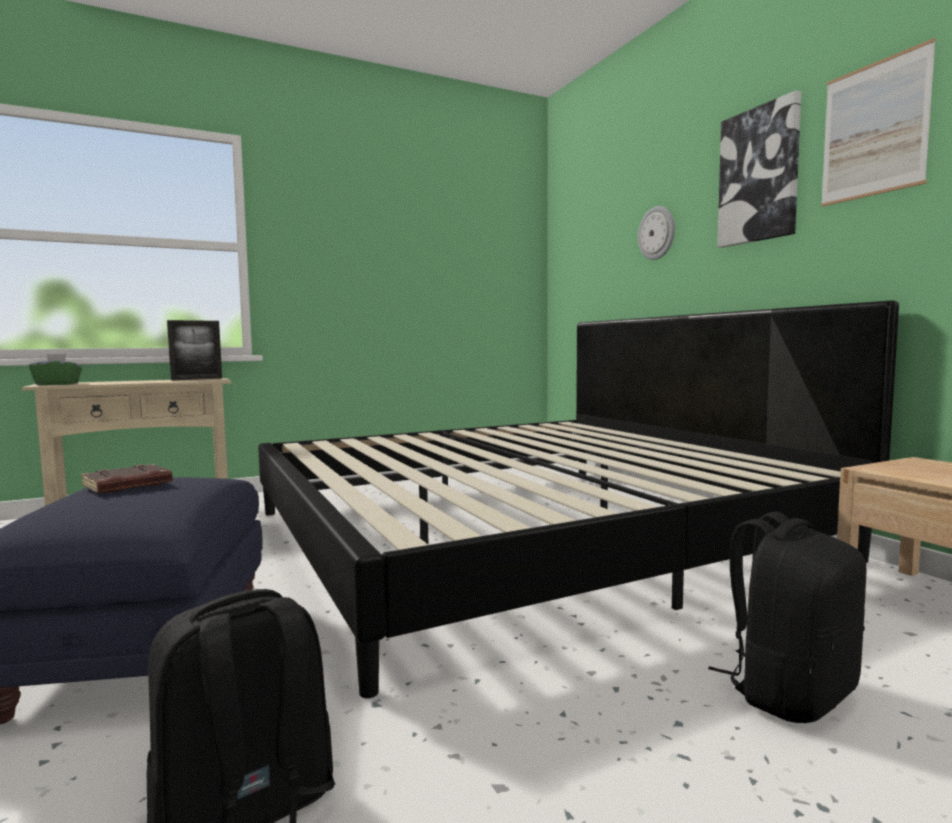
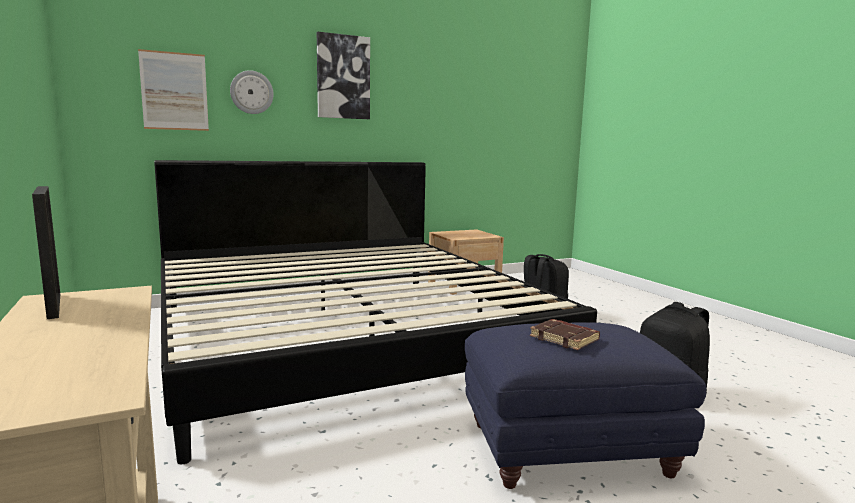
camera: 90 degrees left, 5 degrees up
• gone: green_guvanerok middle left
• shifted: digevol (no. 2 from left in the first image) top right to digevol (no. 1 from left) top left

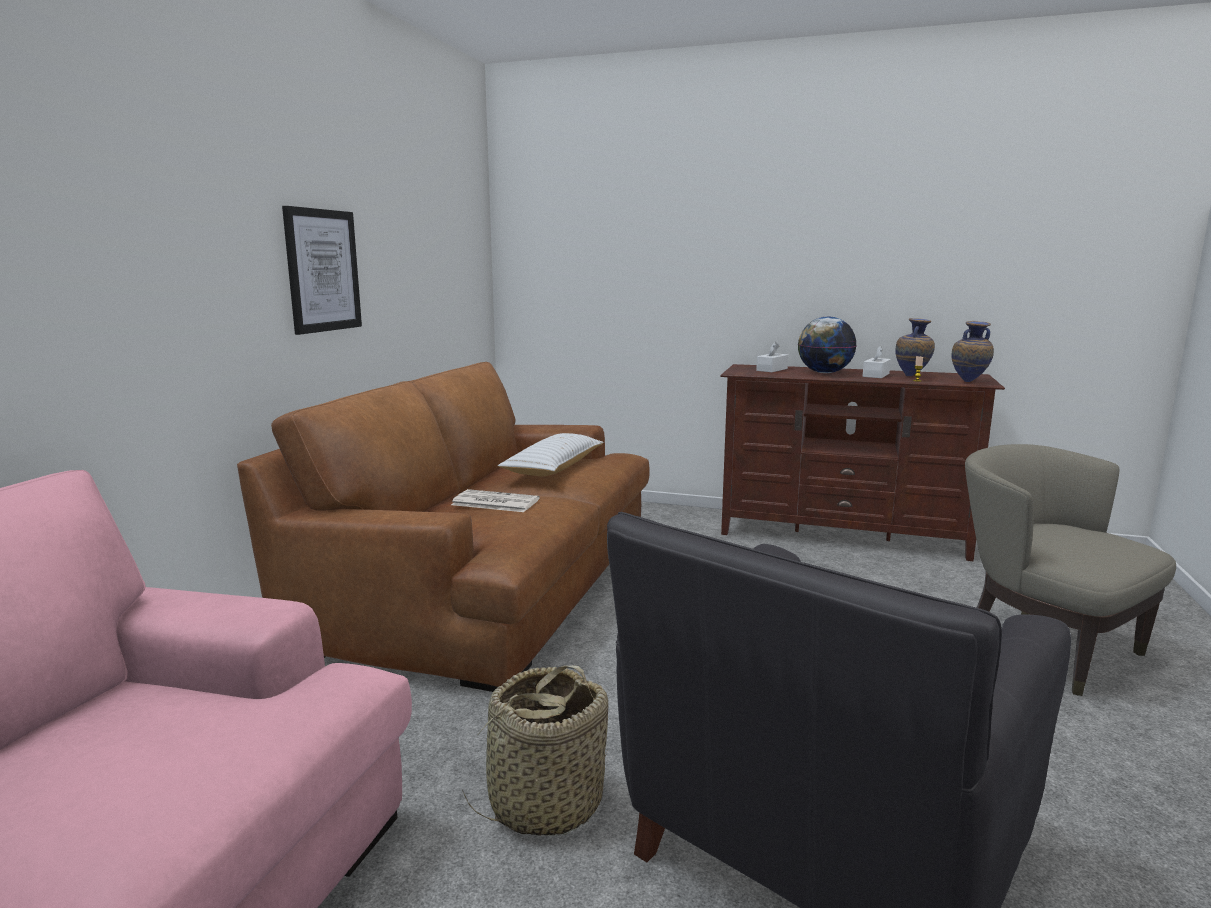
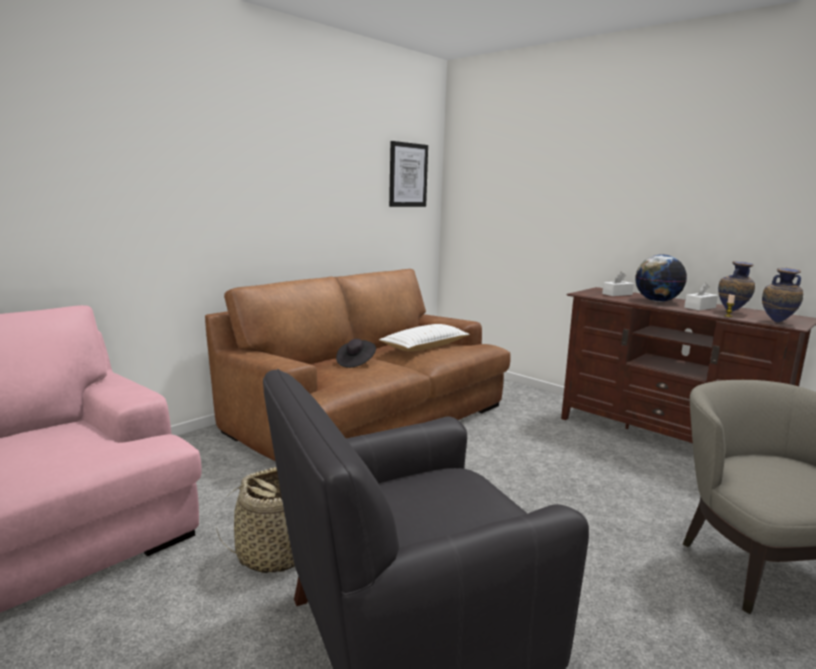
camera: 25 degrees right, 0 degrees up
• shifted: digevol top left to top centre
• swapped: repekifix centre to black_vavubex centre

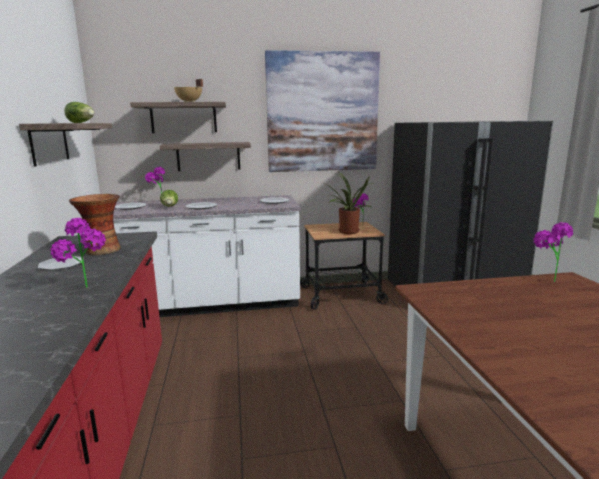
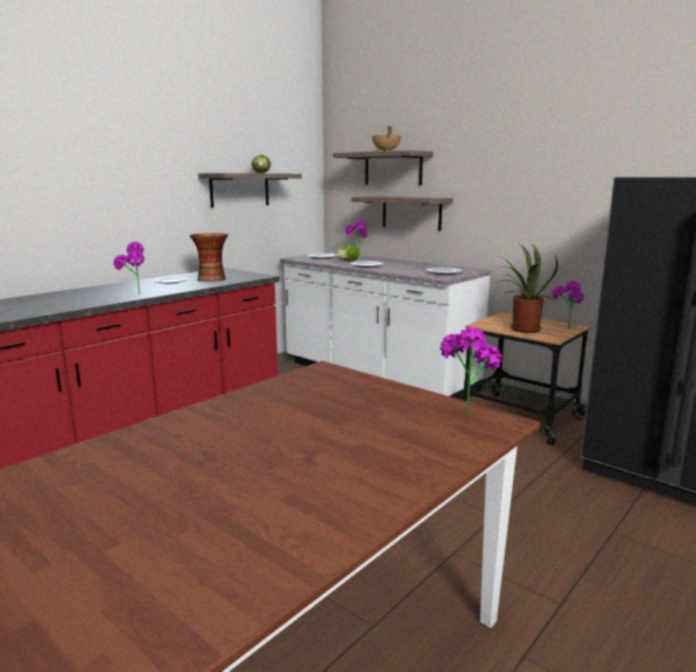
camera: 50 degrees right, 0 degrees up
• gone: digevol top centre

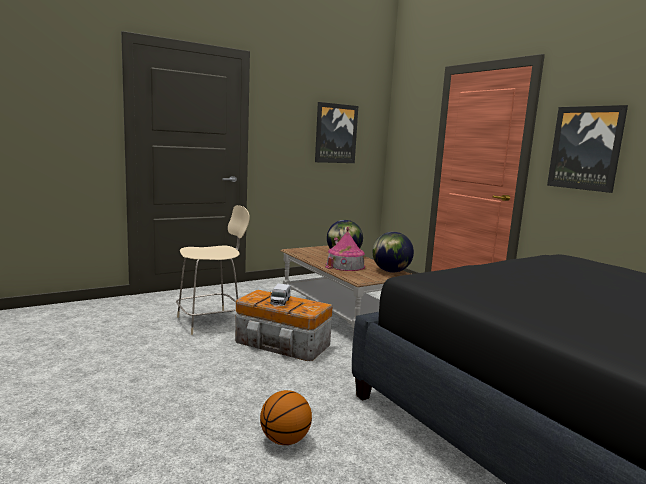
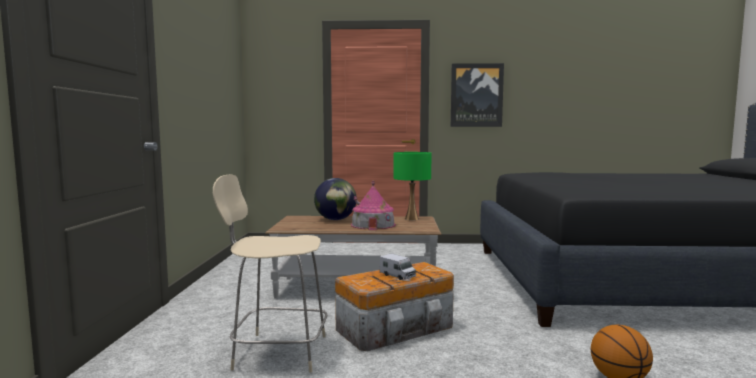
camera: 55 degrees left, 5 degrees down
• gone: digevol (no. 1 from left) top centre
• swapped: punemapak (no. 2 from left) centre to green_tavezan centre
• rotated: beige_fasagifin middle left = bottom centre 90 degrees counterclockwise

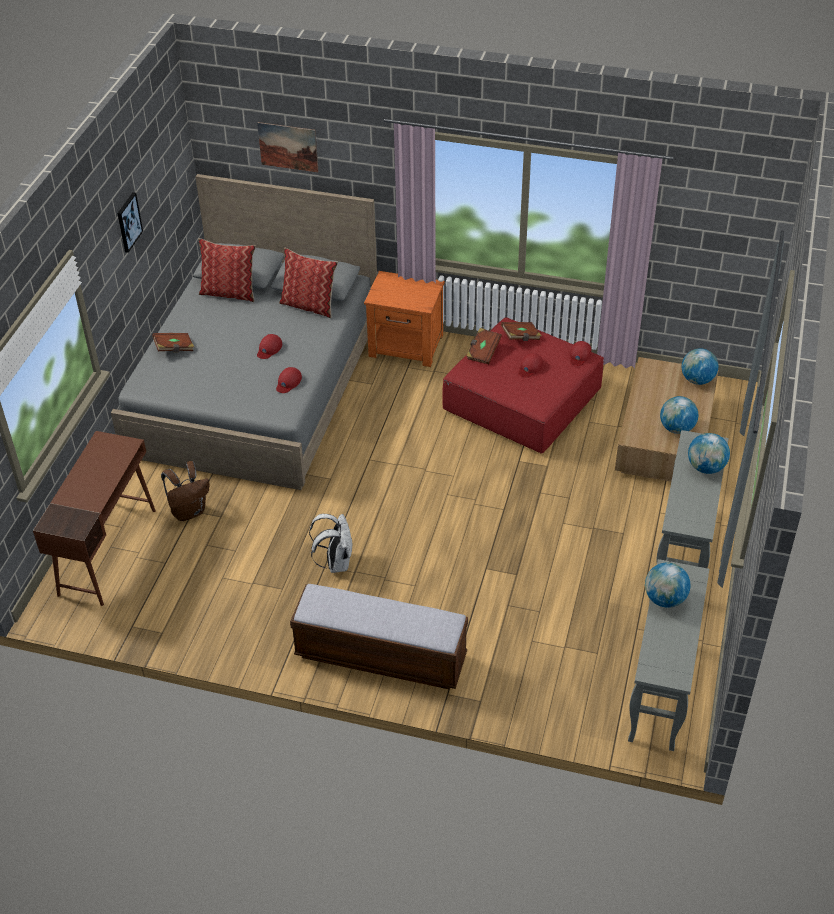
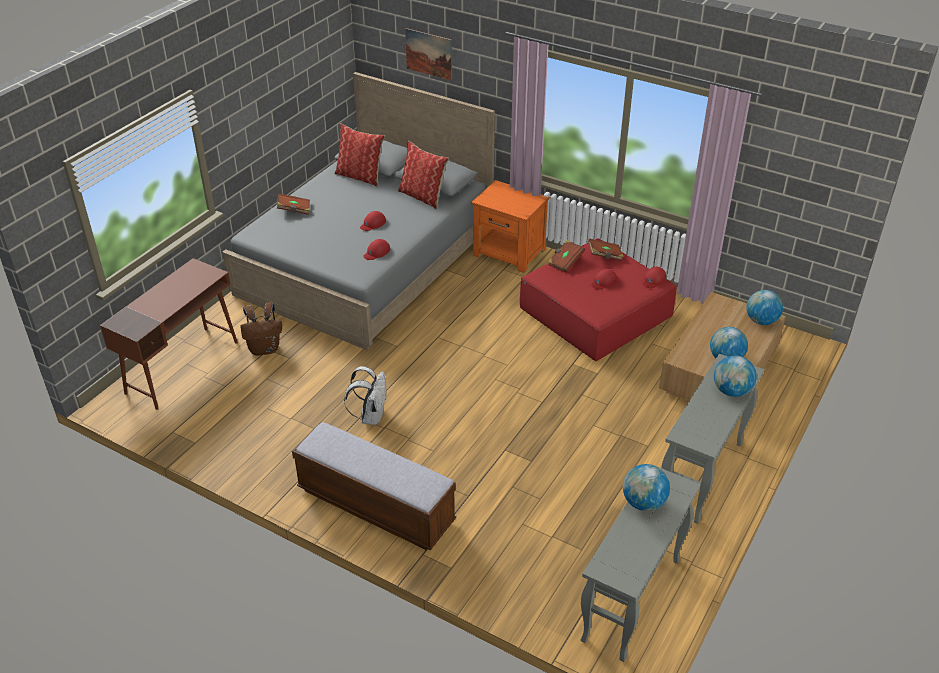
camera: 15 degrees right, 5 degrees down
• gone: digevol (no. 1 from left) top left

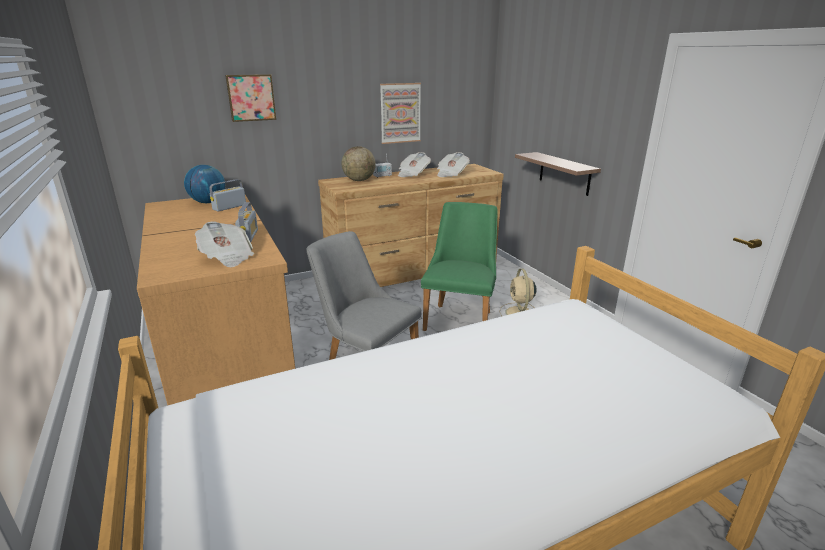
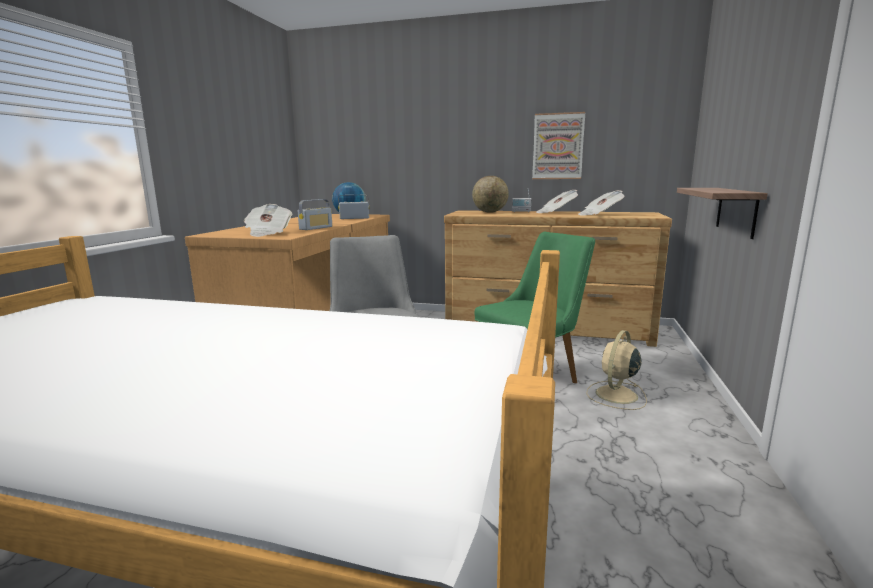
camera: 40 degrees right, 10 degrees down
• gone: digevol (no. 1 from left) top left

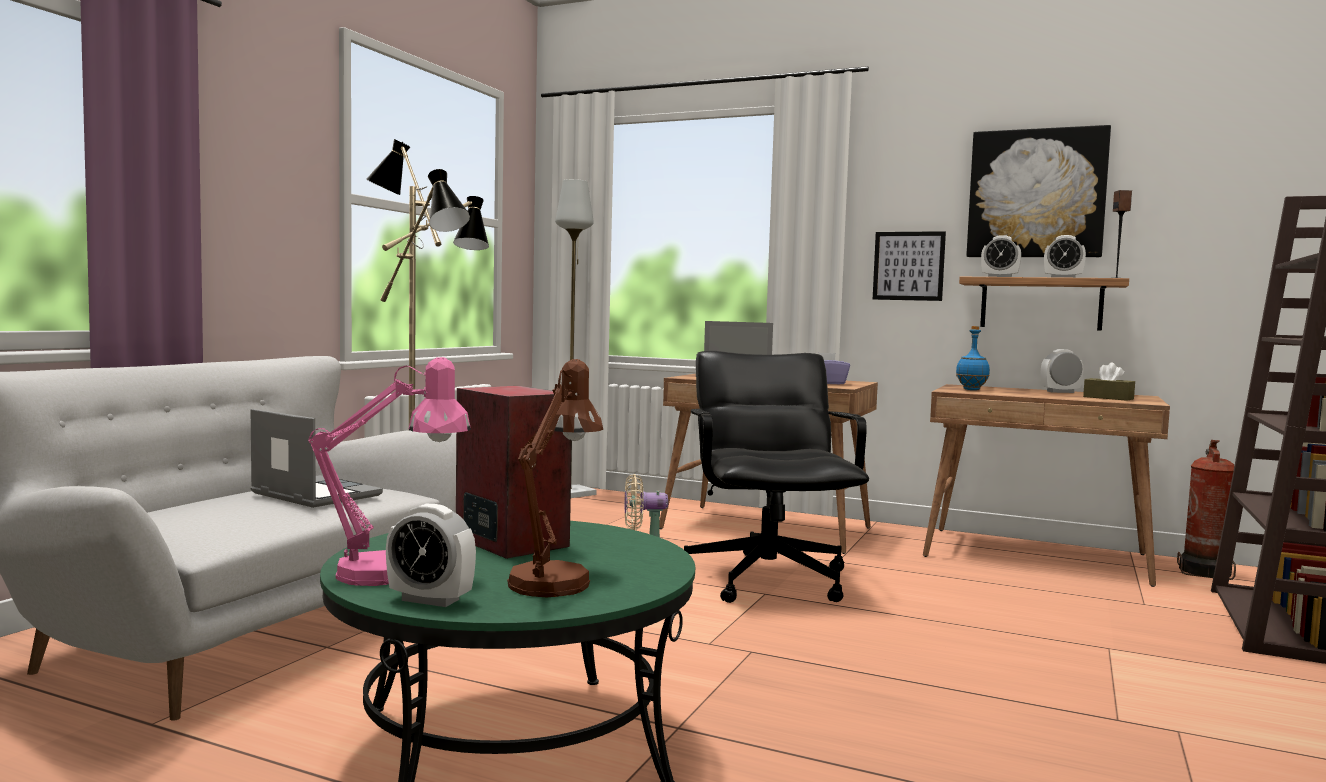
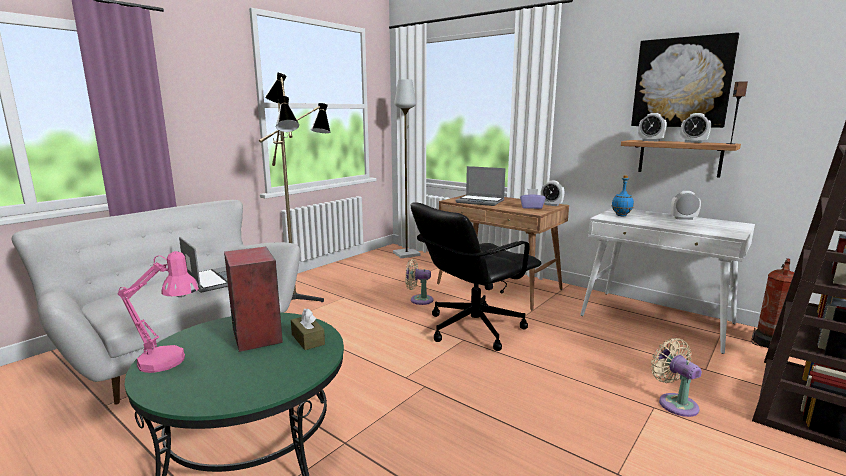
camera: 15 degrees right, 10 degrees up
• gone: brown_tavezan centre
• gone: digevol (no. 1 from left) middle right
• new: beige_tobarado (no. 2 from left) bottom right
• shifted: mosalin (no. 1 from left) bottom left to centre
• shifted: brown_guvanerok middle right to bottom centre
• repainted: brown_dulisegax (no. 2 from left) middle right to white_dulisegax middle right
• rotated: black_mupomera centre = centre 135 degrees counterclockwise

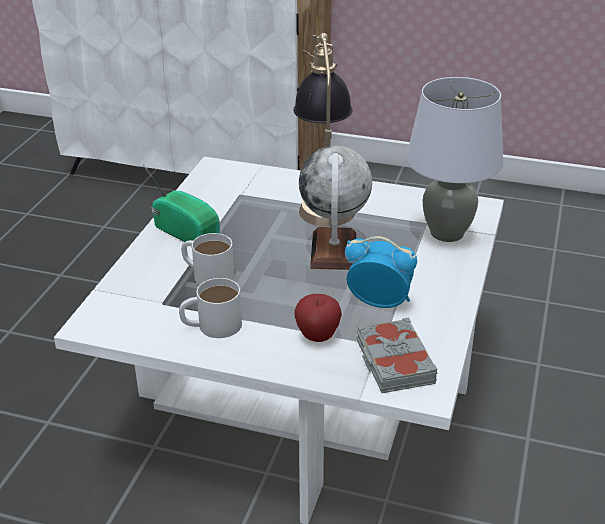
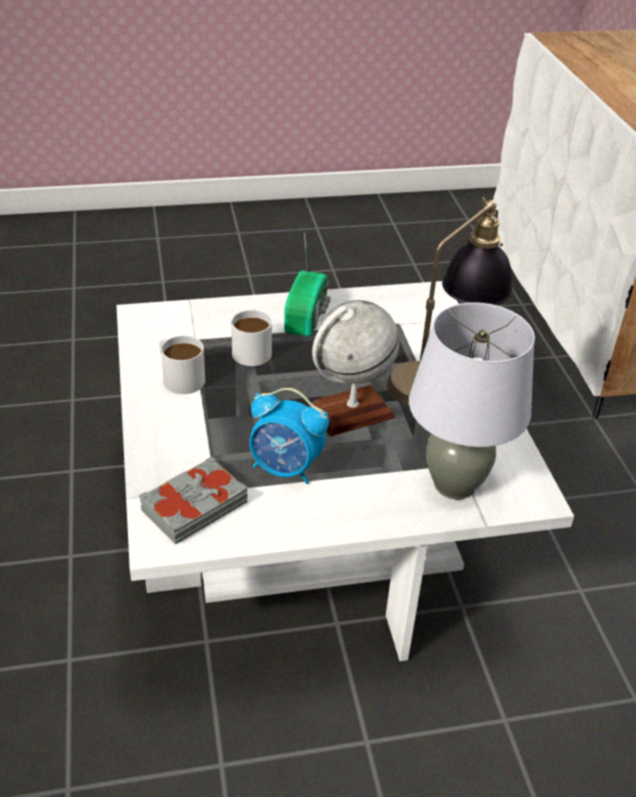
camera: 60 degrees right, 5 degrees up
• gone: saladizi centre
• rotated: mosalin centre = centre 120 degrees clockwise

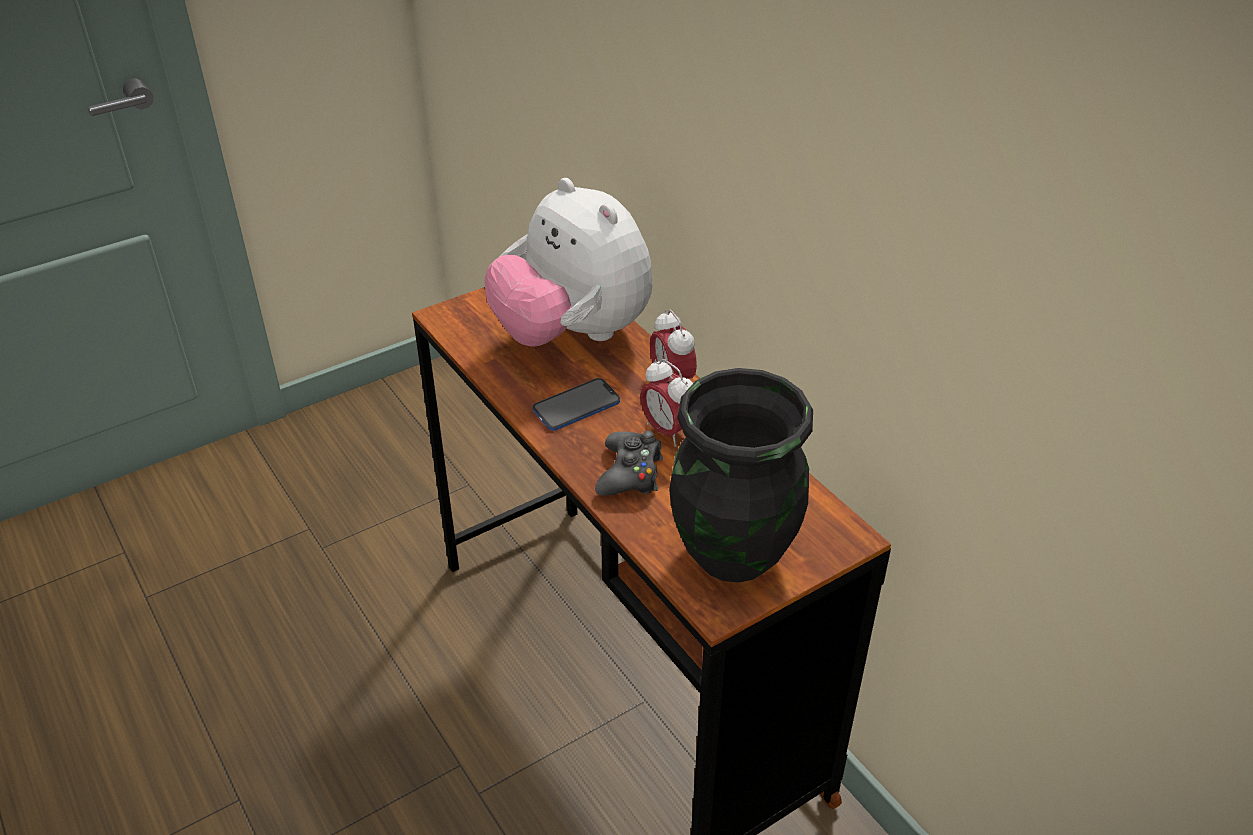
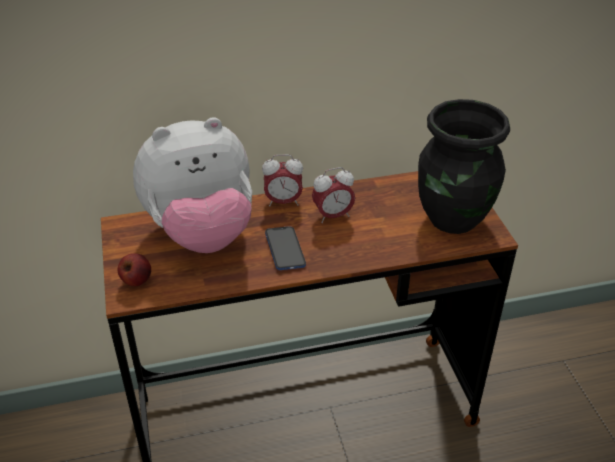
camera: 70 degrees left, 0 degrees up
• gone: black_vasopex centre
• new: saladizi middle left

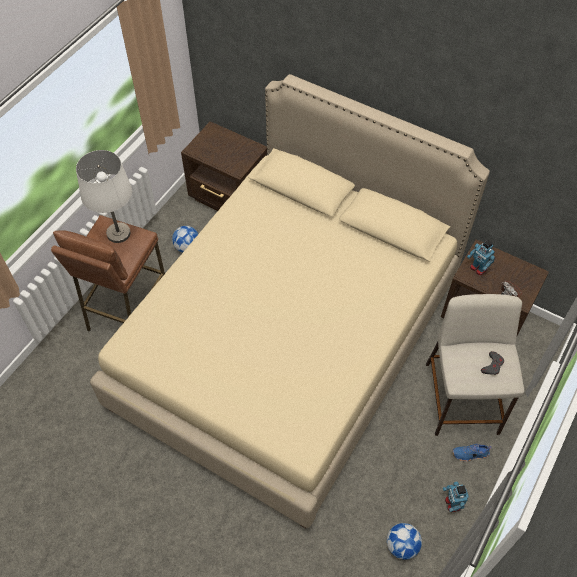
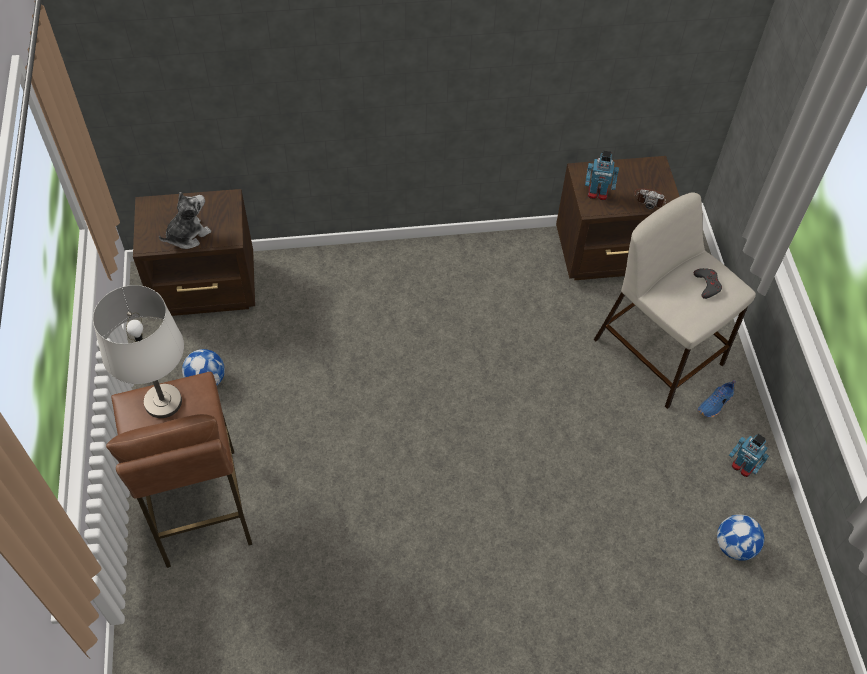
camera: 40 degrees left, 0 degrees up
• gone: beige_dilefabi centre
• new: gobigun top left

